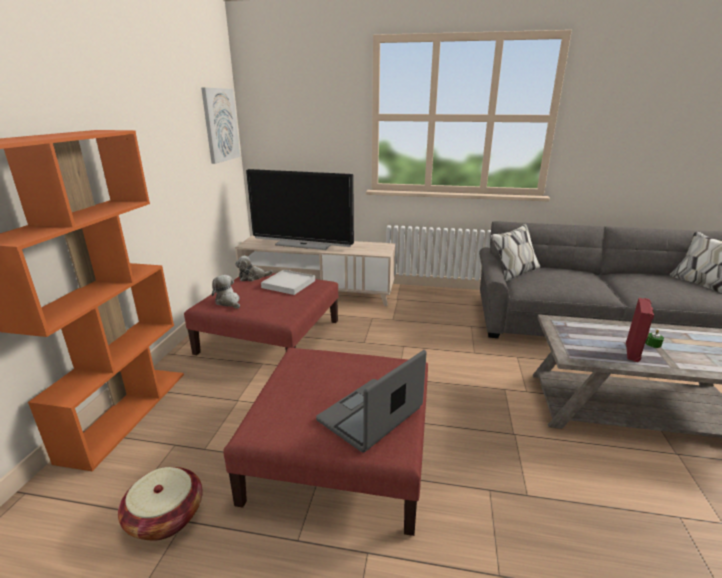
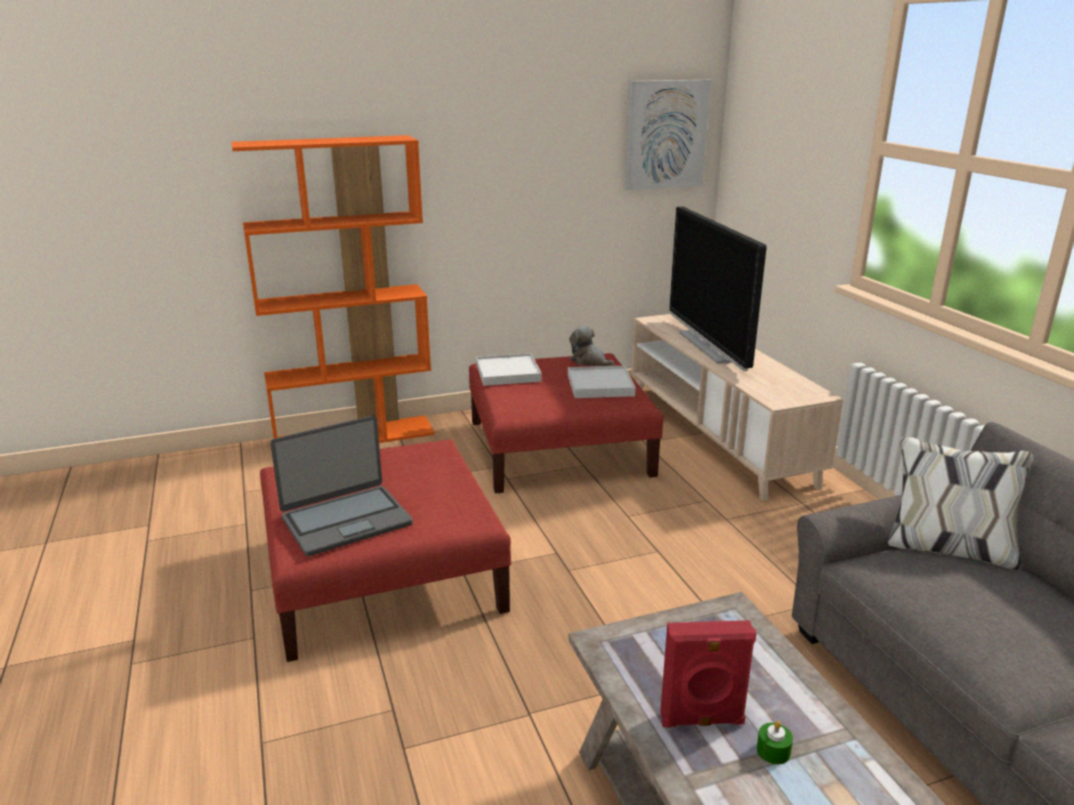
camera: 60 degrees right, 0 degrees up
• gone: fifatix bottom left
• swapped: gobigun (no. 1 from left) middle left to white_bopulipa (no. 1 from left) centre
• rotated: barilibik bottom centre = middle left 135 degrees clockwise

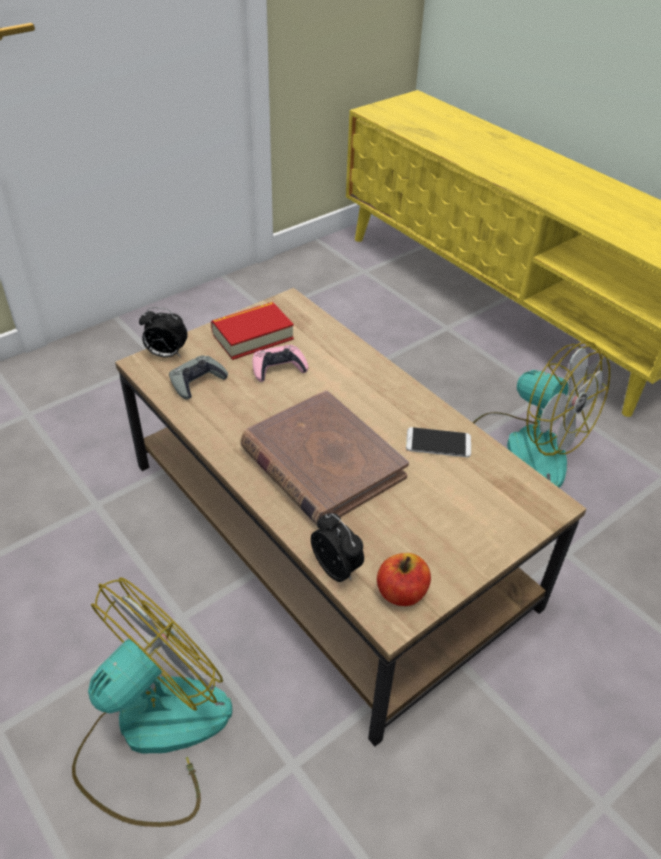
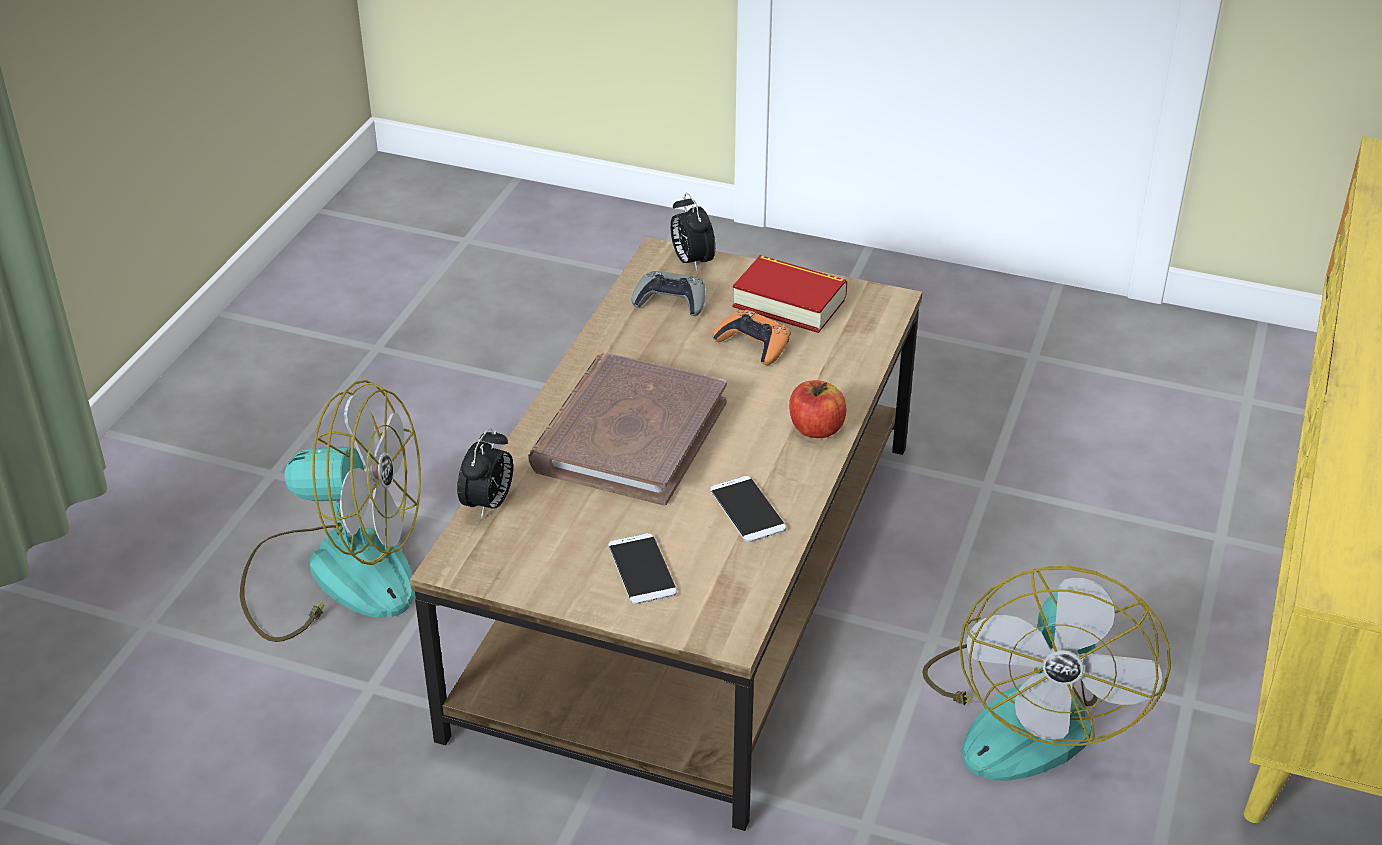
camera: 60 degrees right, 5 degrees down
• new: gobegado (no. 1 from left) bottom centre
• shifted: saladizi bottom centre to centre
• repainted: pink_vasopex centre to orange_vasopex centre

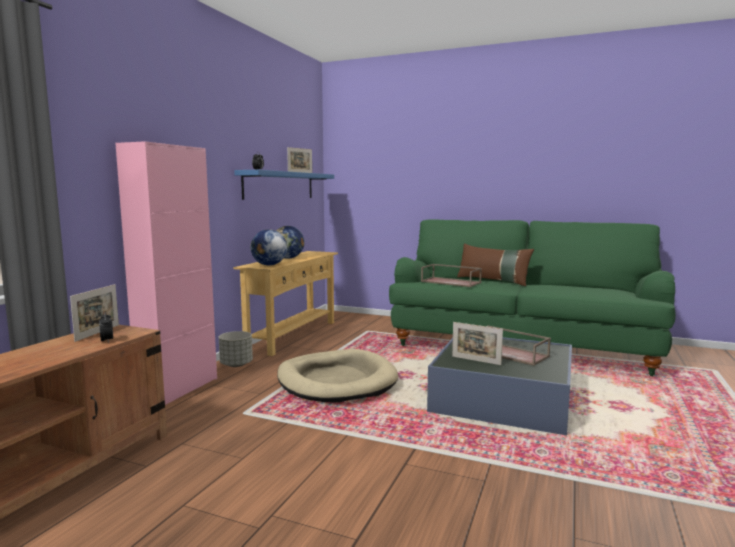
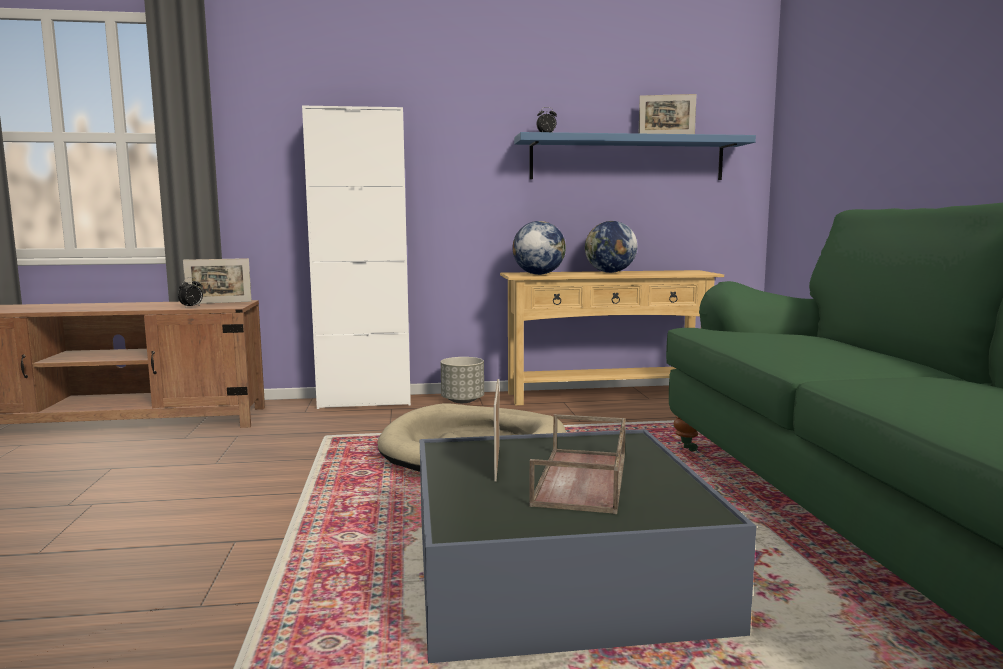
camera: 60 degrees right, 0 degrees up
• gone: brown_bopulipa (no. 1 from left) centre
• gone: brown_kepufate middle right
• repainted: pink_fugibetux middle left to white_fugibetux centre

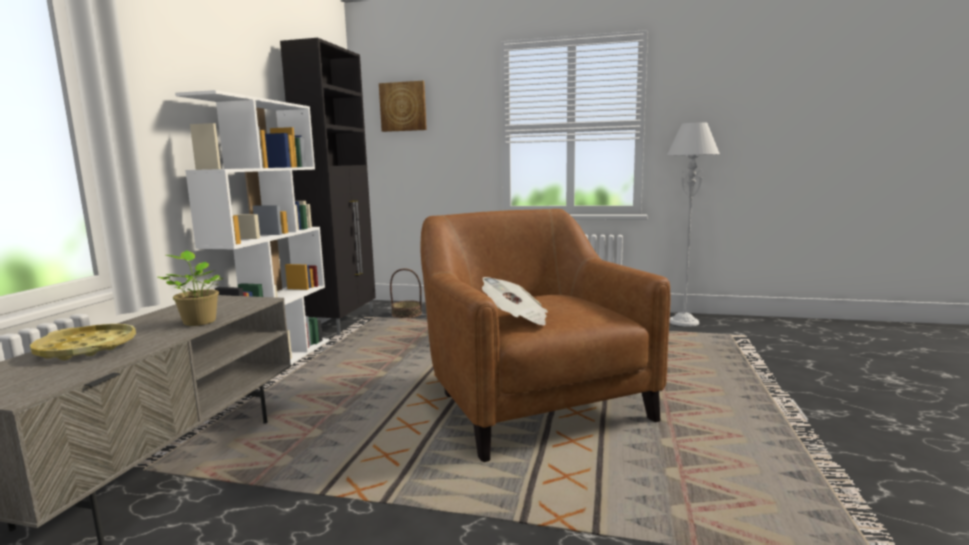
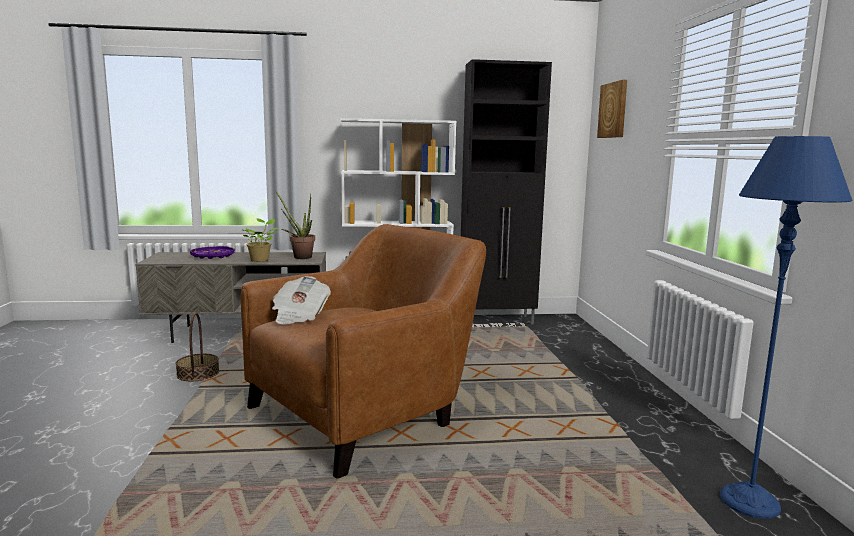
camera: 70 degrees right, 0 degrees up
• new: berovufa (no. 2 from left) centre
• shifted: fifatix centre to middle left
• repainted: yellow_bopulipa middle left to purple_bopulipa middle left
• repainted: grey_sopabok middle right to blue_sopabok middle right

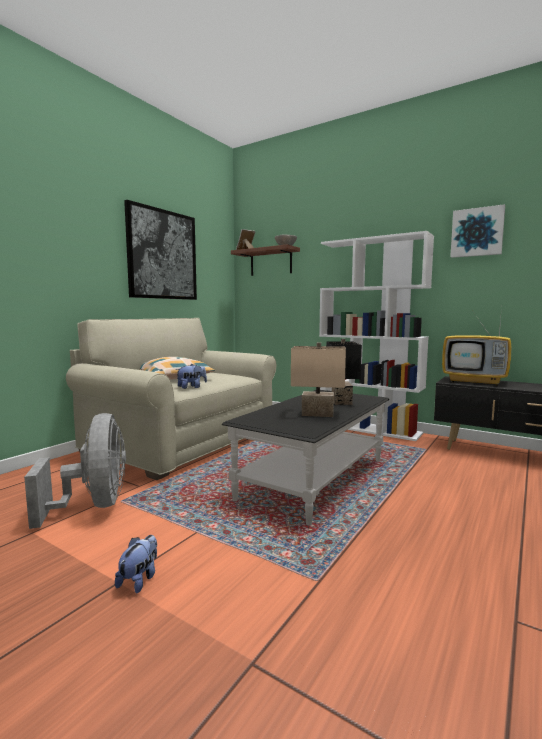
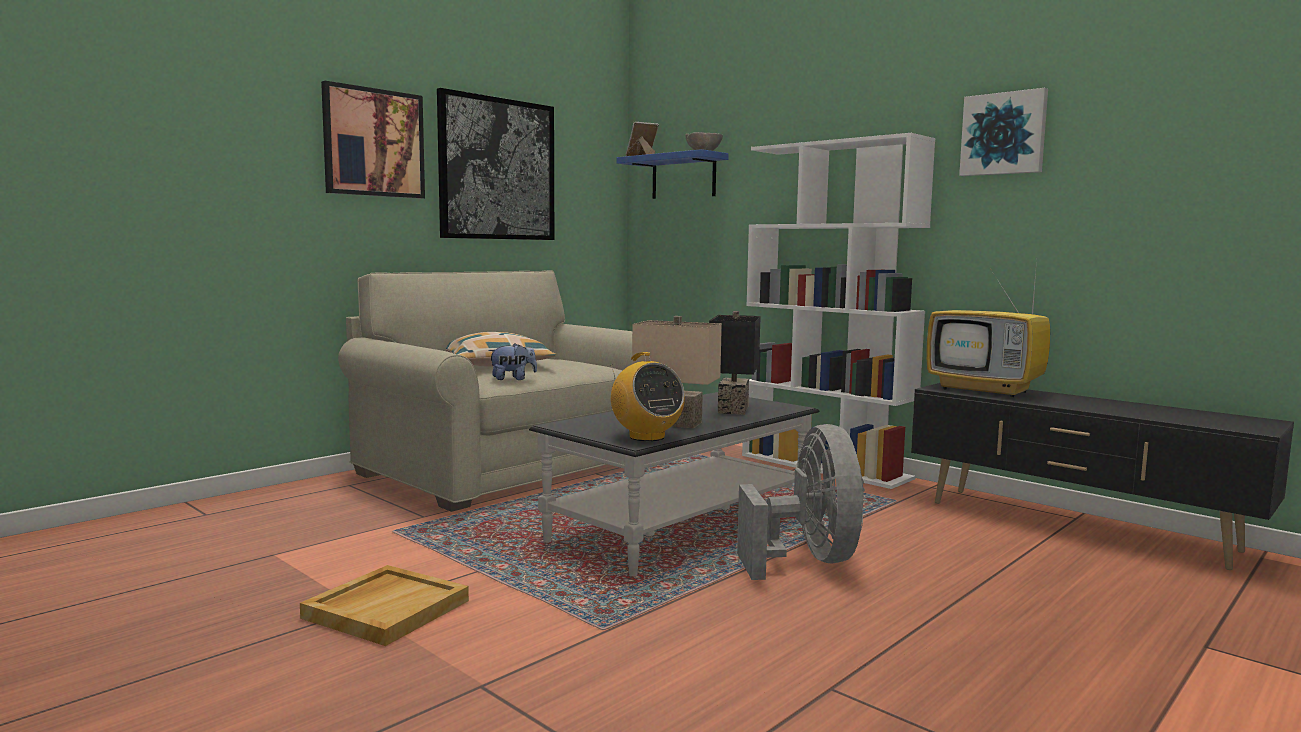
camera: 10 degrees right, 0 degrees up
• new: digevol (no. 1 from left) top left
• new: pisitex centre
• shifted: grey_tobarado middle left to bottom centre
• swapped: gobigun (no. 1 from left) bottom left to beige_bopulipa bottom left
• repainted: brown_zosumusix centre to blue_zosumusix top centre

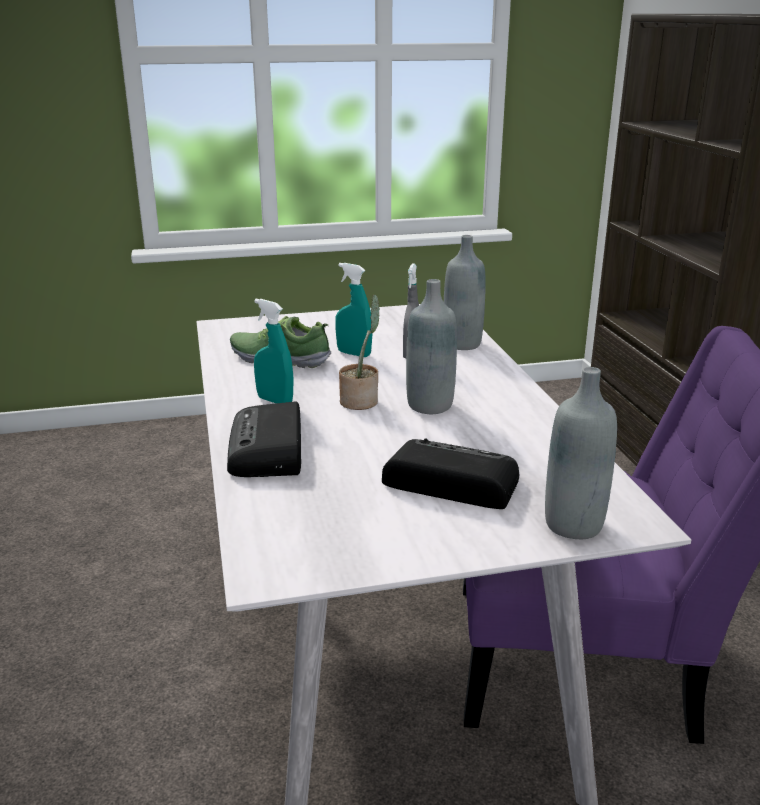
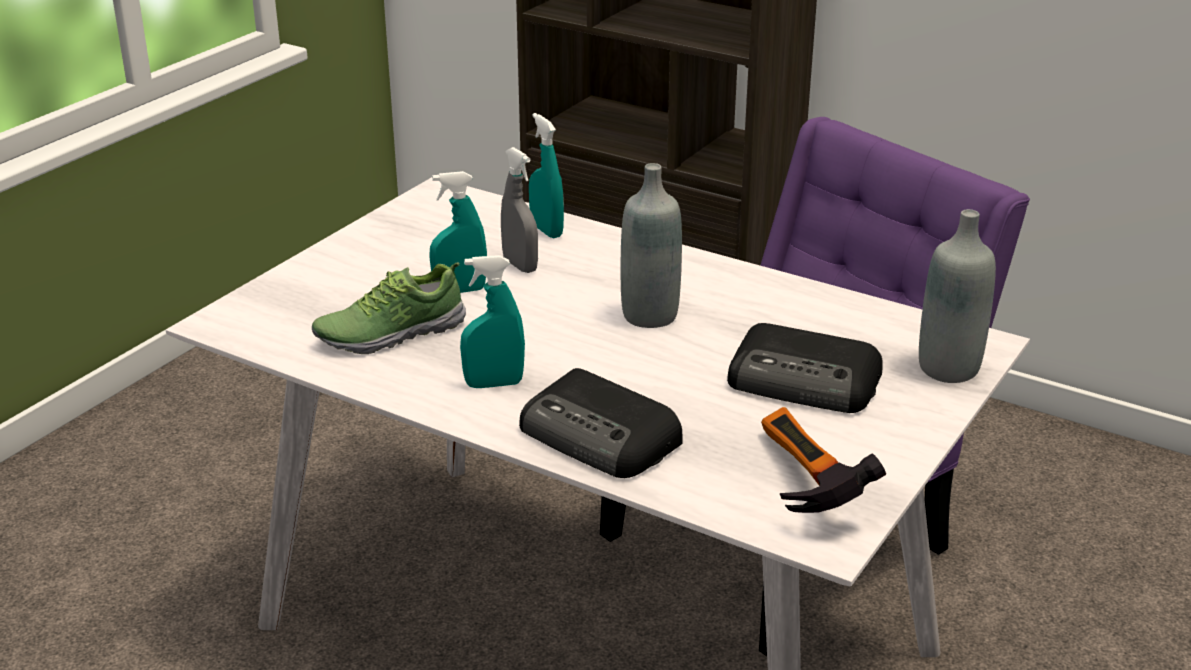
camera: 45 degrees left, 5 degrees up
• gone: berovufa centre
• new: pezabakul bottom right
• swapped: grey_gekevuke (no. 2 from left) centre to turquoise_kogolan (no. 3 from left) top centre
• rotated: pisitex (no. 2 from left) centre = middle right 135 degrees counterclockwise

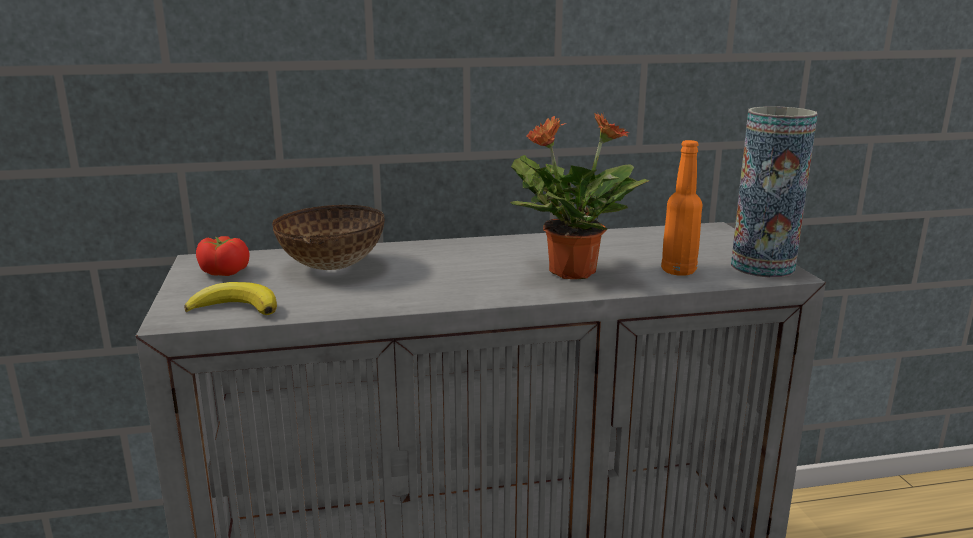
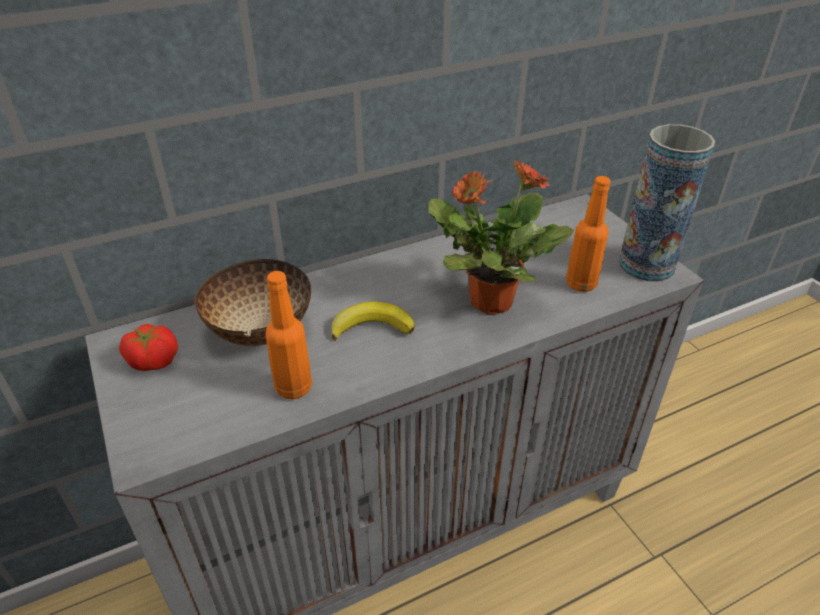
camera: 15 degrees left, 20 degrees up
• new: orange_gekevuke (no. 1 from left) centre
• shifted: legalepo middle left to centre

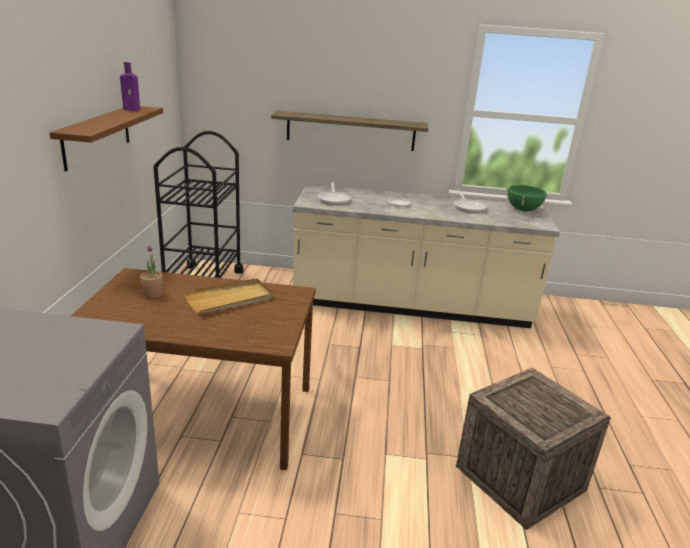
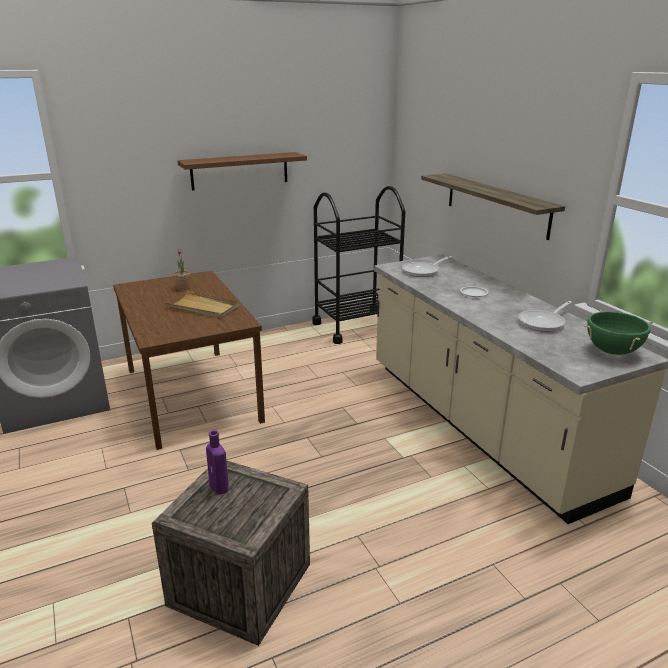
camera: 60 degrees right, 0 degrees up
• shifted: purple_gekevuke top left to bottom left

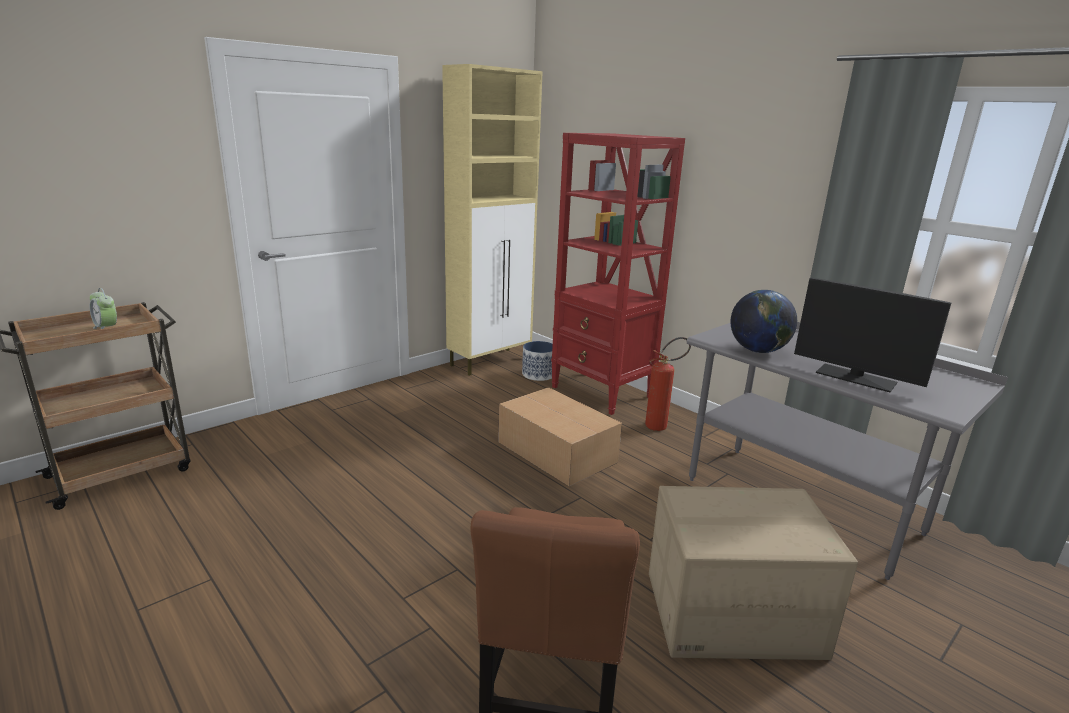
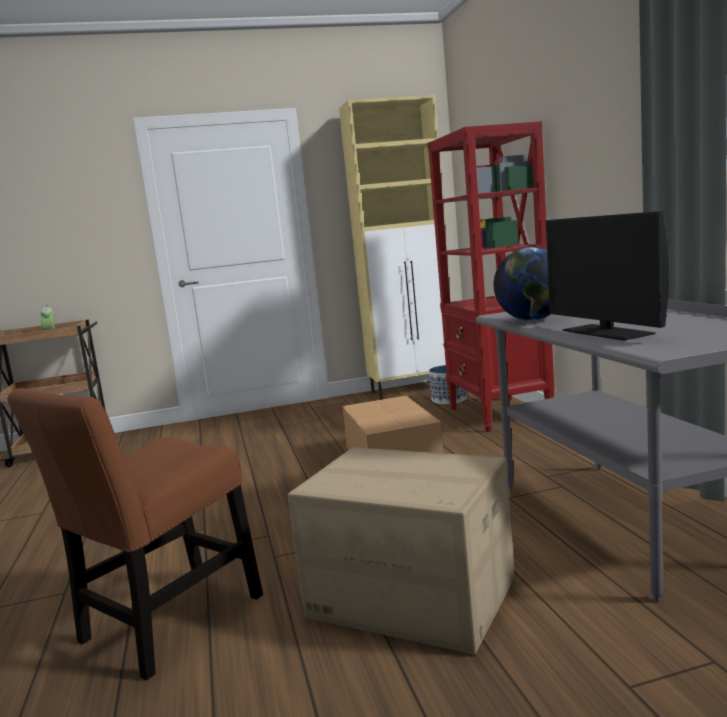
camera: 30 degrees right, 10 degrees down
• gone: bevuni centre

